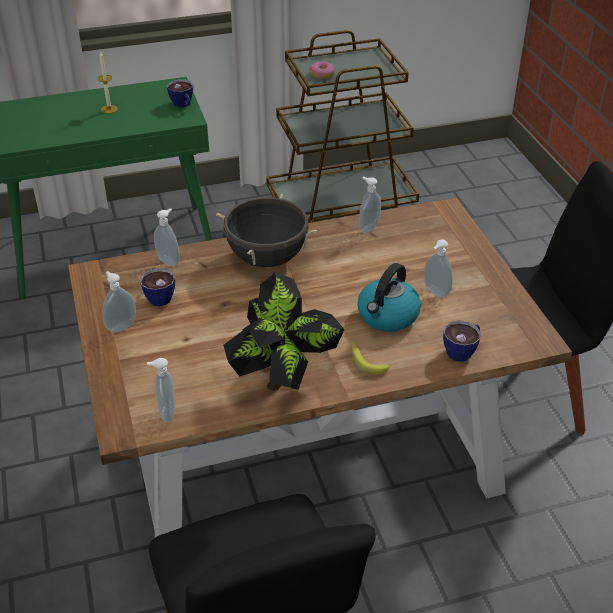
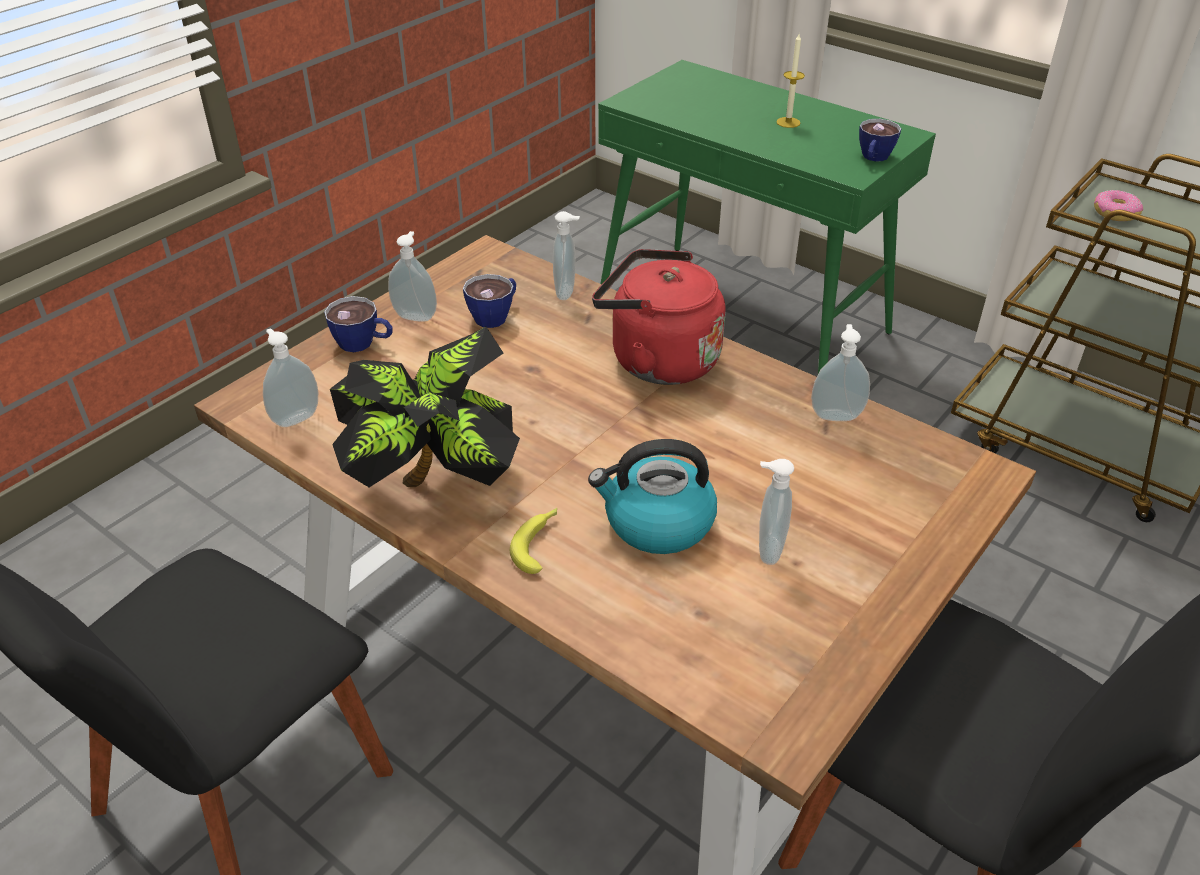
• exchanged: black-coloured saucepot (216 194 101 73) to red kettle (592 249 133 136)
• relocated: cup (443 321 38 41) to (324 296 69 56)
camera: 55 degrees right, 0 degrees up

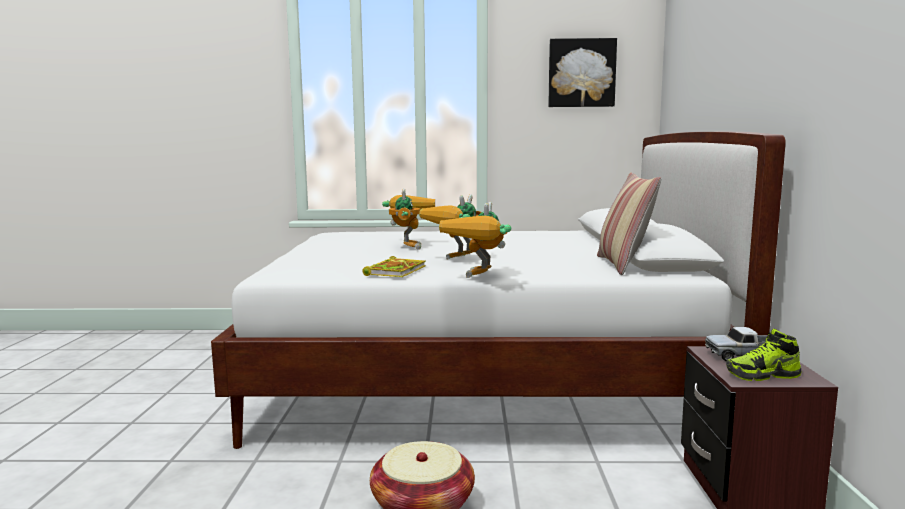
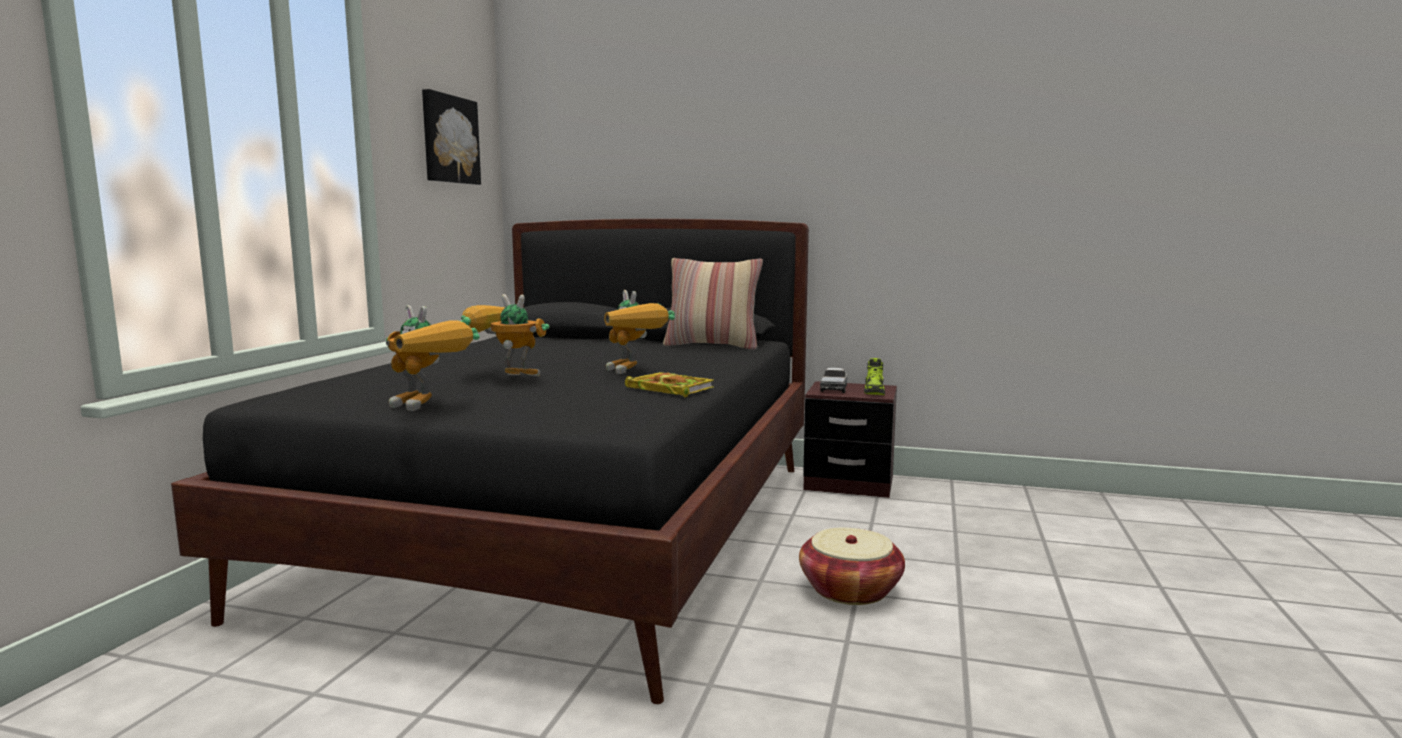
• colour: white bedroom bed (211 132 575 317) to black-coloured bedroom bed (171 219 638 485)
• relocated: toy robot (439 202 72 76) to (386 305 94 106)
camera: 75 degrees left, 0 degrees up

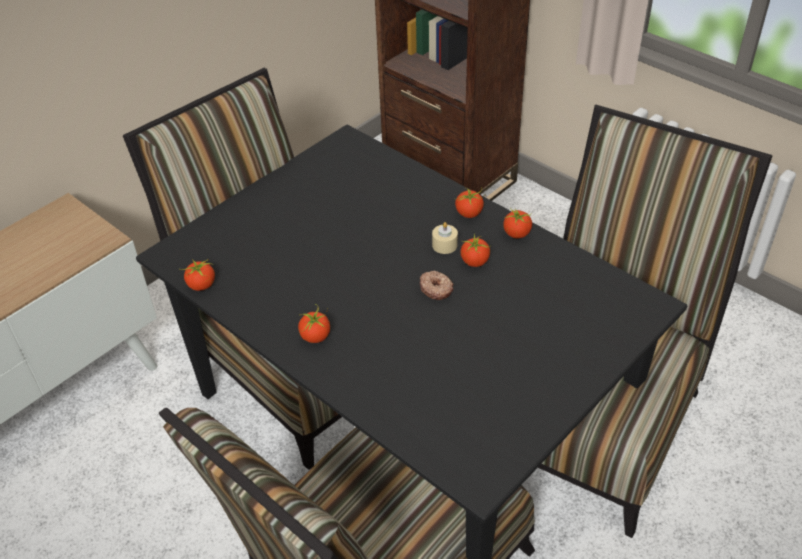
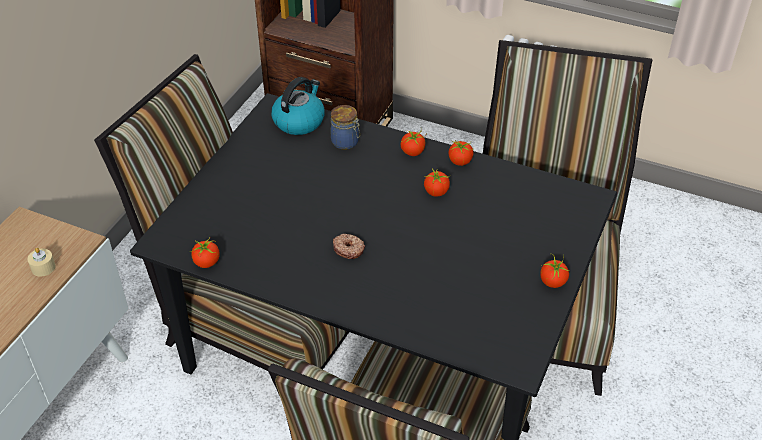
• relocated: whole tomato (298 304 32 39) to (540 255 29 33)
• relocated: ring doughnut (420 271 34 29) to (333 234 32 25)
• relocated: sand-coloured wax light (432 222 26 32) to (27 248 29 29)
• appeared: kettle (271 77 54 58)
• appeared: storage jar (331 105 29 45)
camera: 20 degrees left, 0 degrees up

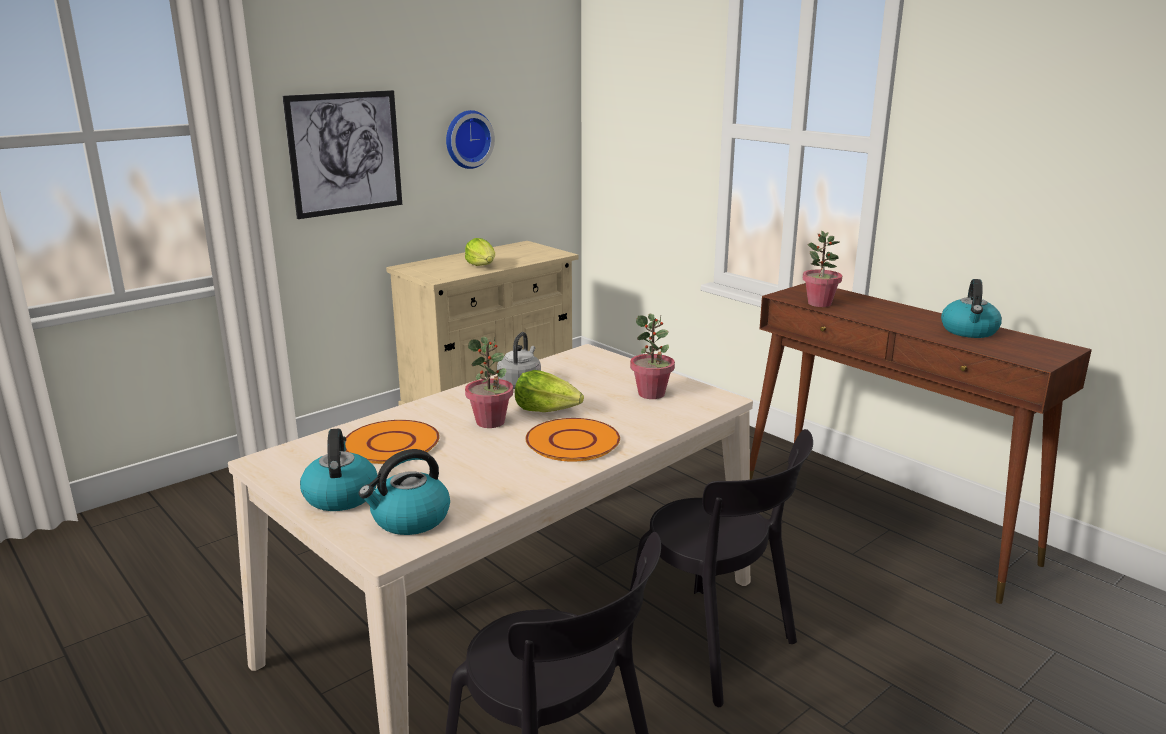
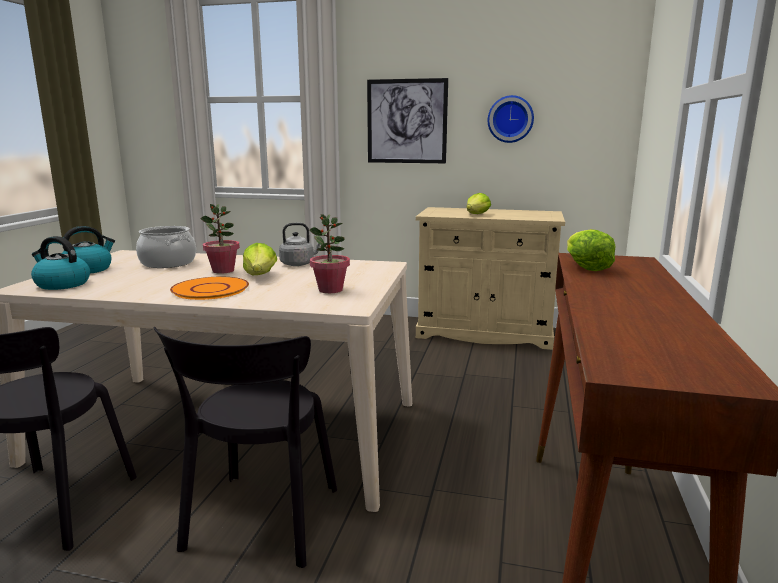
• exchanged: orangey plate (345 420 95 44) to saucepot (136 226 60 42)
• exchanged: houseplant (803 231 39 76) to head of lettuce (567 229 48 42)
• missing: kettle (941 279 61 59)
camera: 55 degrees right, 5 degrees down

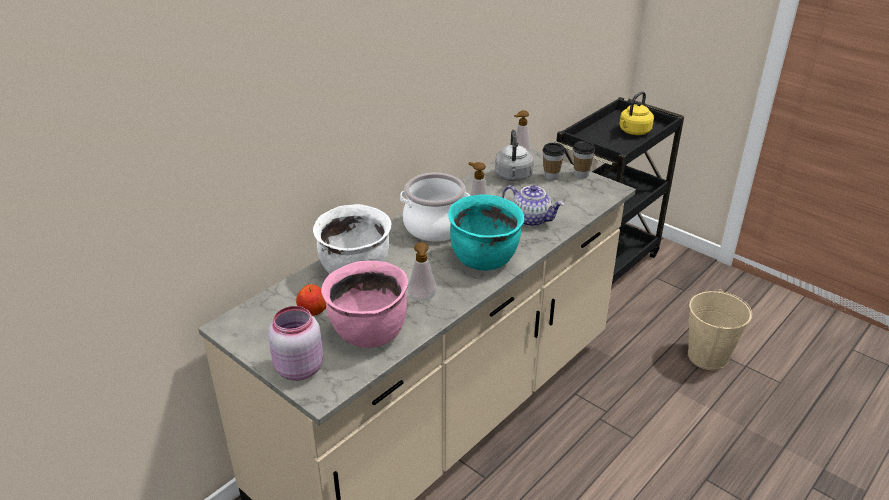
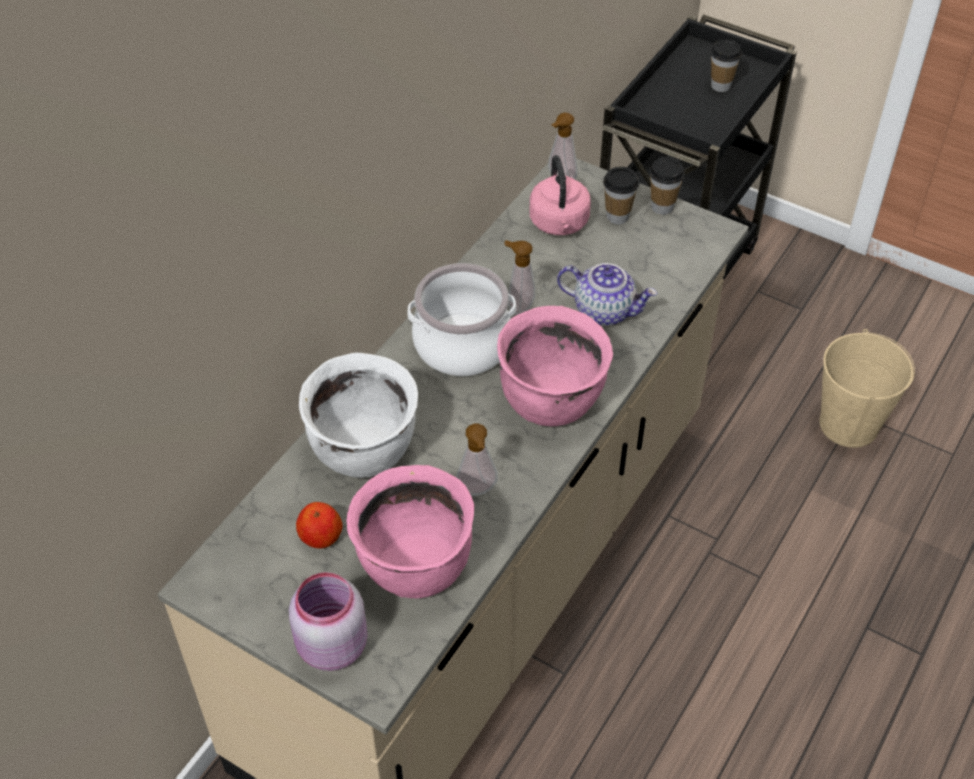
• colour: blue-green saucepot (448 195 76 76) to pink-coloured saucepot (497 306 116 120)
• colour: grey kettle (495 130 39 51) to pink-coloured kettle (530 155 61 80)
• exchanged: yellow kettle (619 91 35 44) to cup (710 40 32 52)
camera: 10 degrees left, 15 degrees up

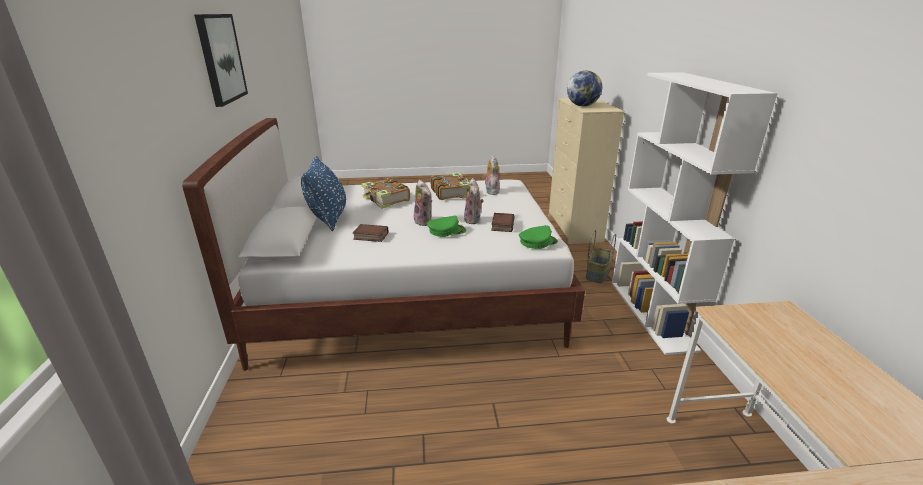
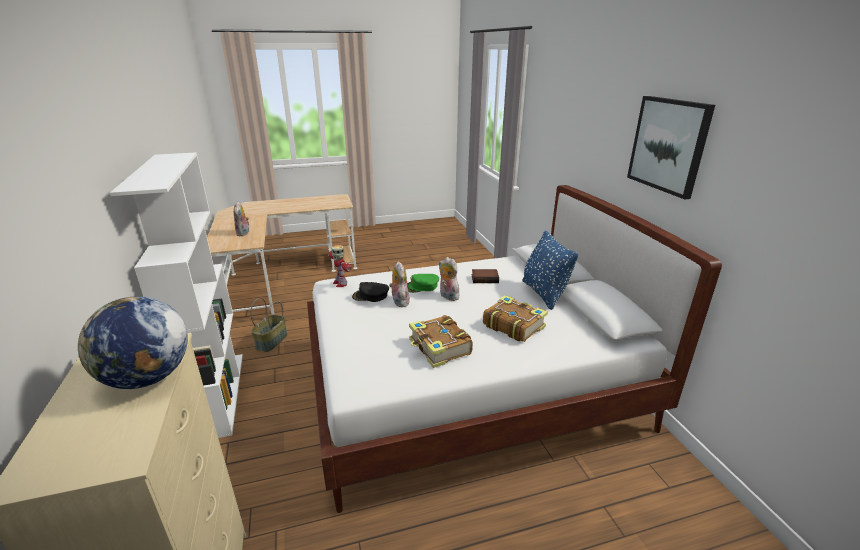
• relocated: soft toy (484 156 16 39) to (234 201 15 35)
• exchanged: book (491 213 23 19) to black-coloured baseball cap (352 282 37 20)
• exchanged: green-coloured baseball cap (519 225 39 24) to toy robot (329 245 23 42)
• relocated: storage basket (586 230 30 53) to (250 298 37 54)
camera: 170 degrees right, 0 degrees up

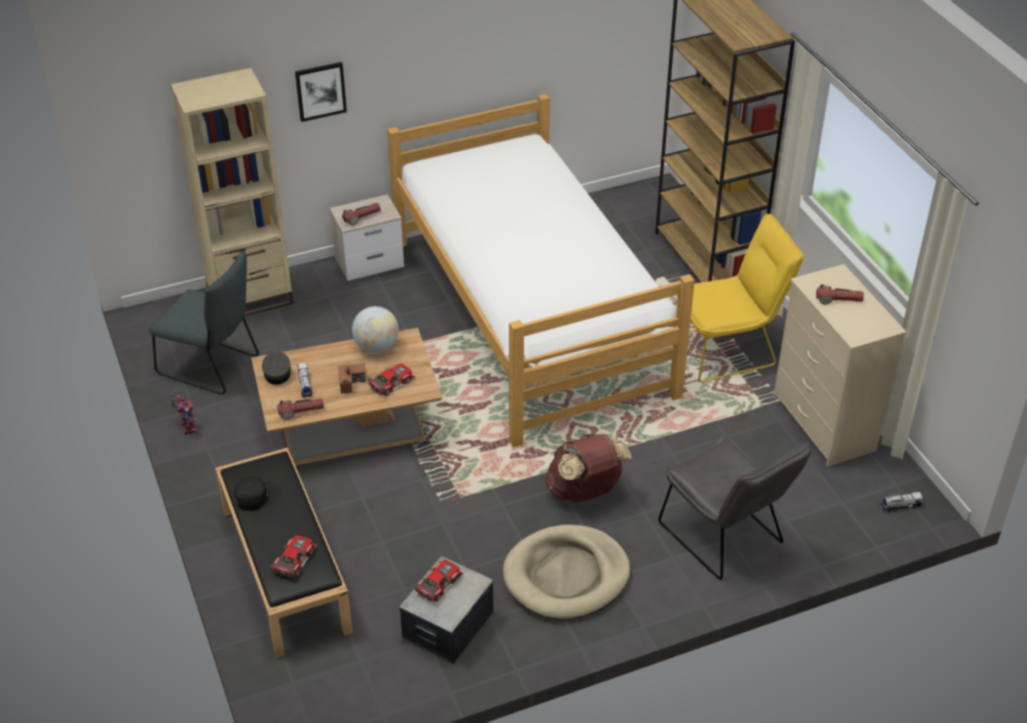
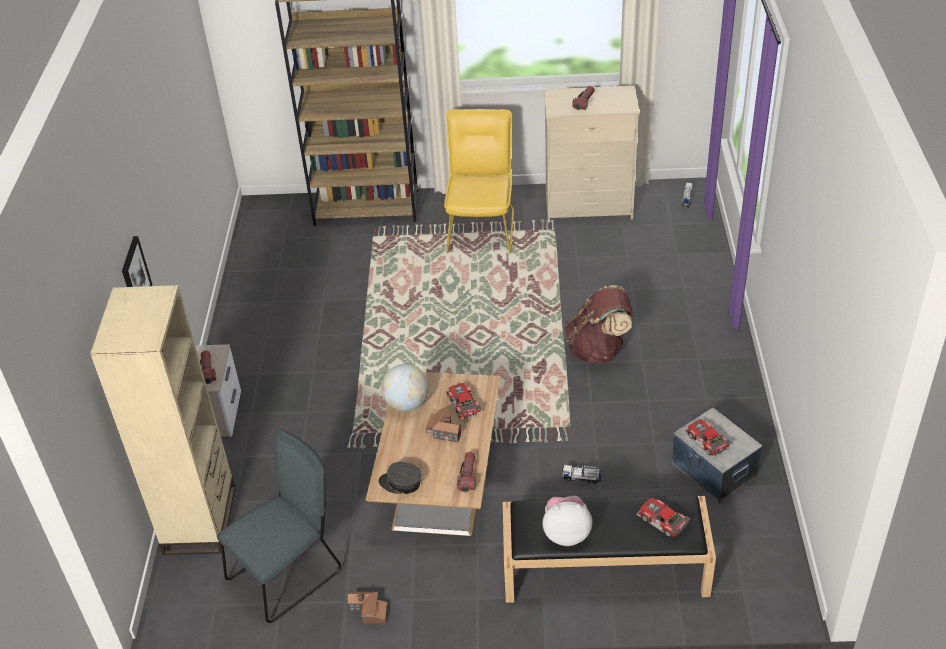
• exchanged: toy robot (171 390 26 45) to miniature house (348 592 40 32)
• exchanged: black-coloured baseball cap (234 477 46 34) to soft toy (542 496 50 50)
• relocated: model truck (297 363 15 35) to (562 465 40 19)
• missing: bedroom bed (387 94 308 353)
• missing: sand-coloured dog bed (503 525 127 95)
• missing: grey upright chair (658 437 153 143)
camera: 65 degrees left, 0 degrees up

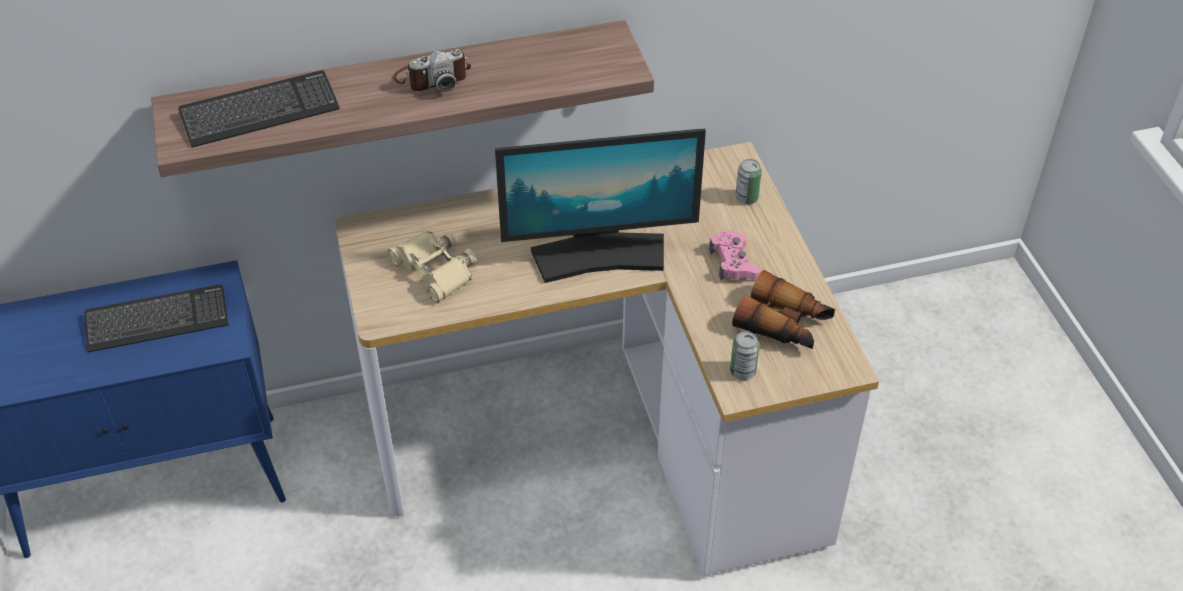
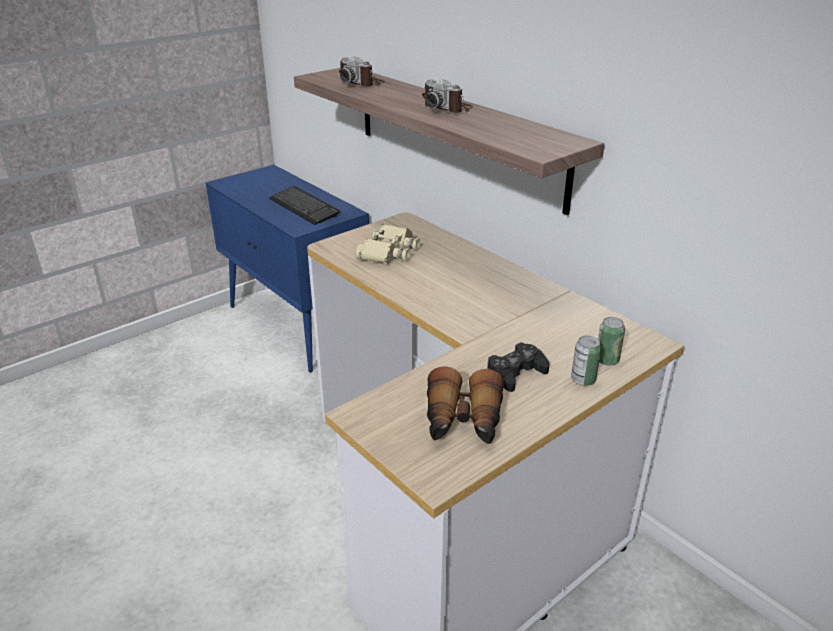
• exchanged: keyboard (178 70 162 78) to still camera (339 56 46 30)
• missing: computer screen (495 129 211 154)
• colour: pink-coloured joypad (709 231 51 49) to black-coloured joypad (487 342 63 50)
• relocated: metal can (730 331 30 49) to (571 335 31 51)
camera: 65 degrees right, 15 degrees down

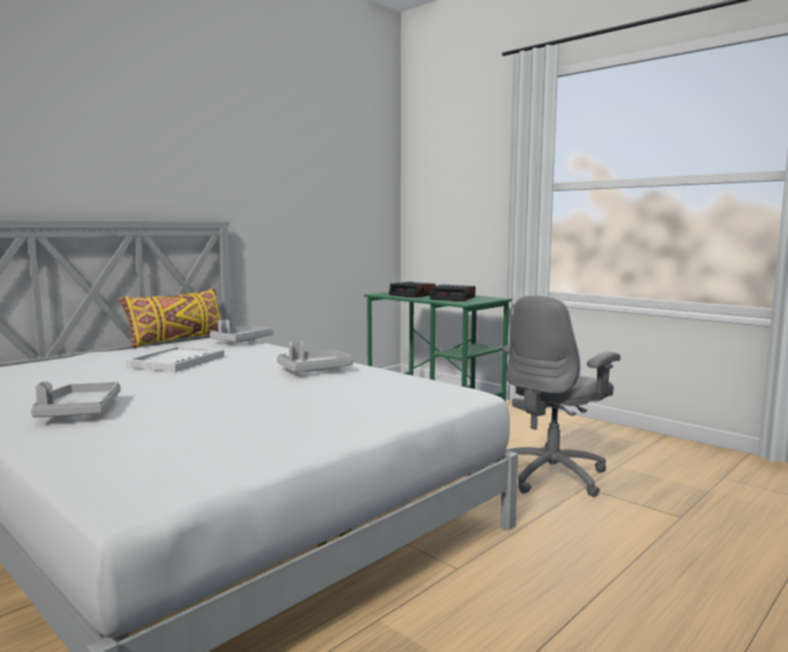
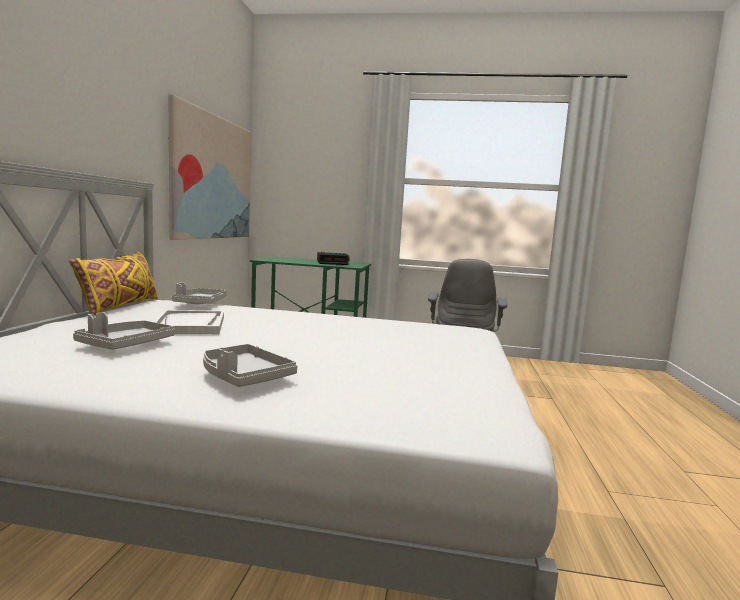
• relocated: grey carrying tray (277 341 76 31) to (73 312 102 38)
• missing: alarm clock (389 282 47 16)
• appeared: wall art (168 94 83 146)
camera: 35 degrees left, 0 degrees up

